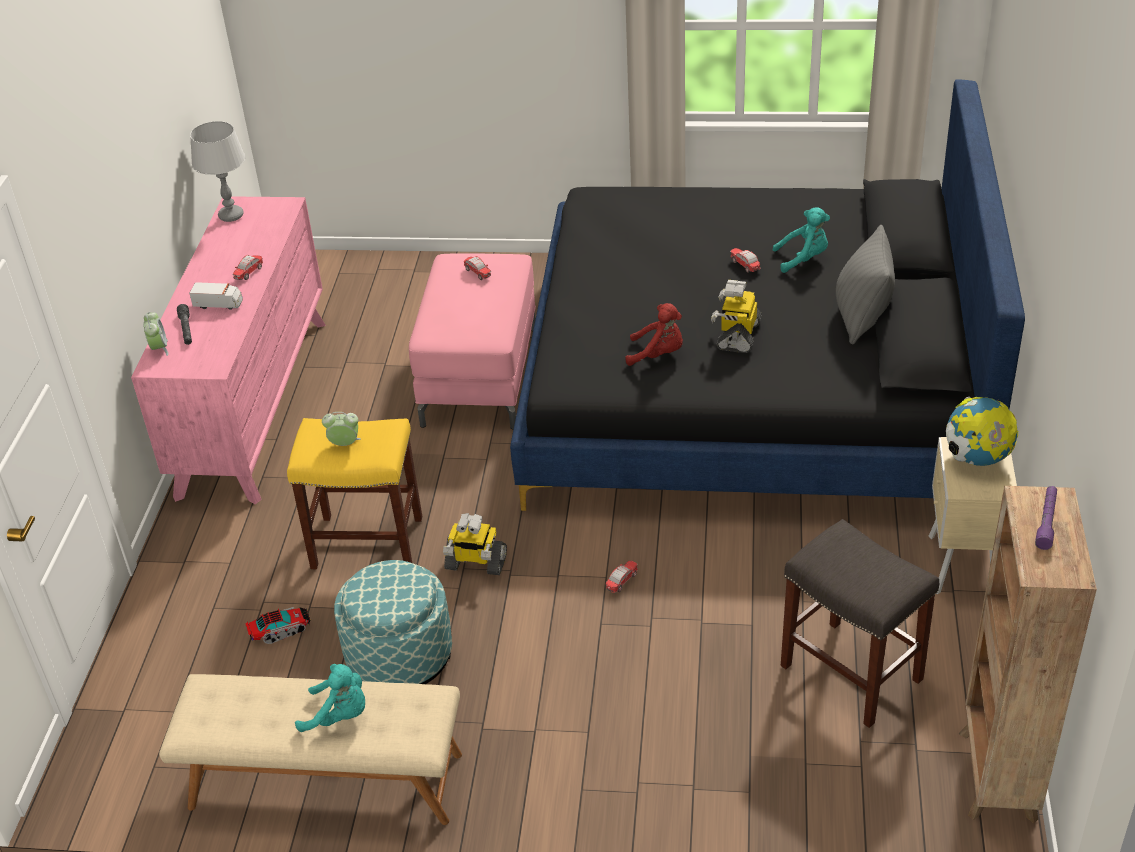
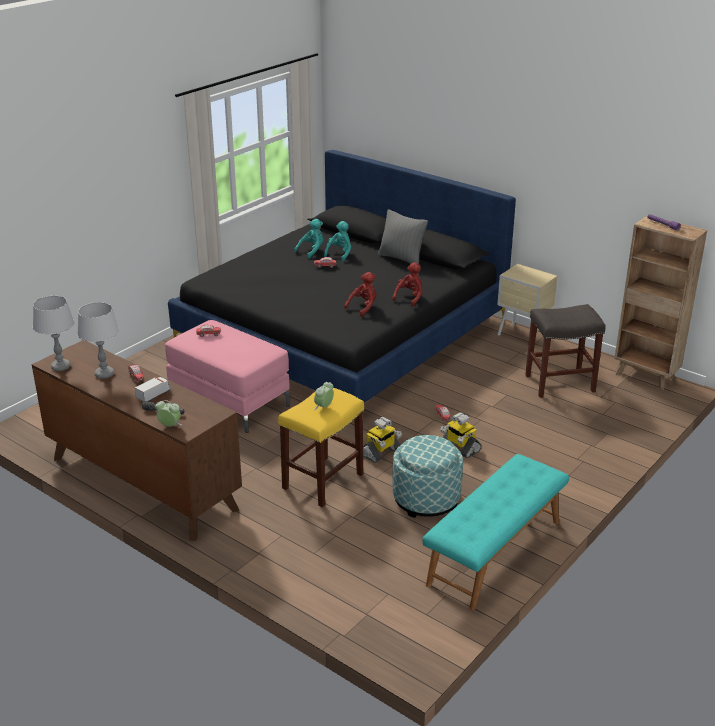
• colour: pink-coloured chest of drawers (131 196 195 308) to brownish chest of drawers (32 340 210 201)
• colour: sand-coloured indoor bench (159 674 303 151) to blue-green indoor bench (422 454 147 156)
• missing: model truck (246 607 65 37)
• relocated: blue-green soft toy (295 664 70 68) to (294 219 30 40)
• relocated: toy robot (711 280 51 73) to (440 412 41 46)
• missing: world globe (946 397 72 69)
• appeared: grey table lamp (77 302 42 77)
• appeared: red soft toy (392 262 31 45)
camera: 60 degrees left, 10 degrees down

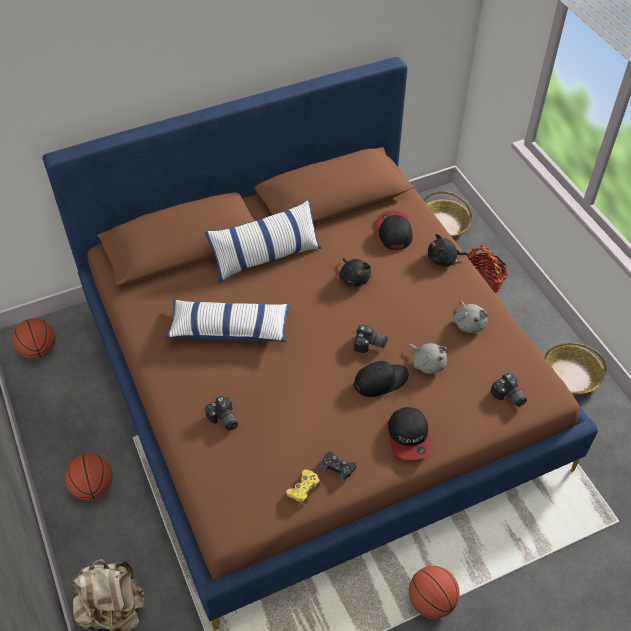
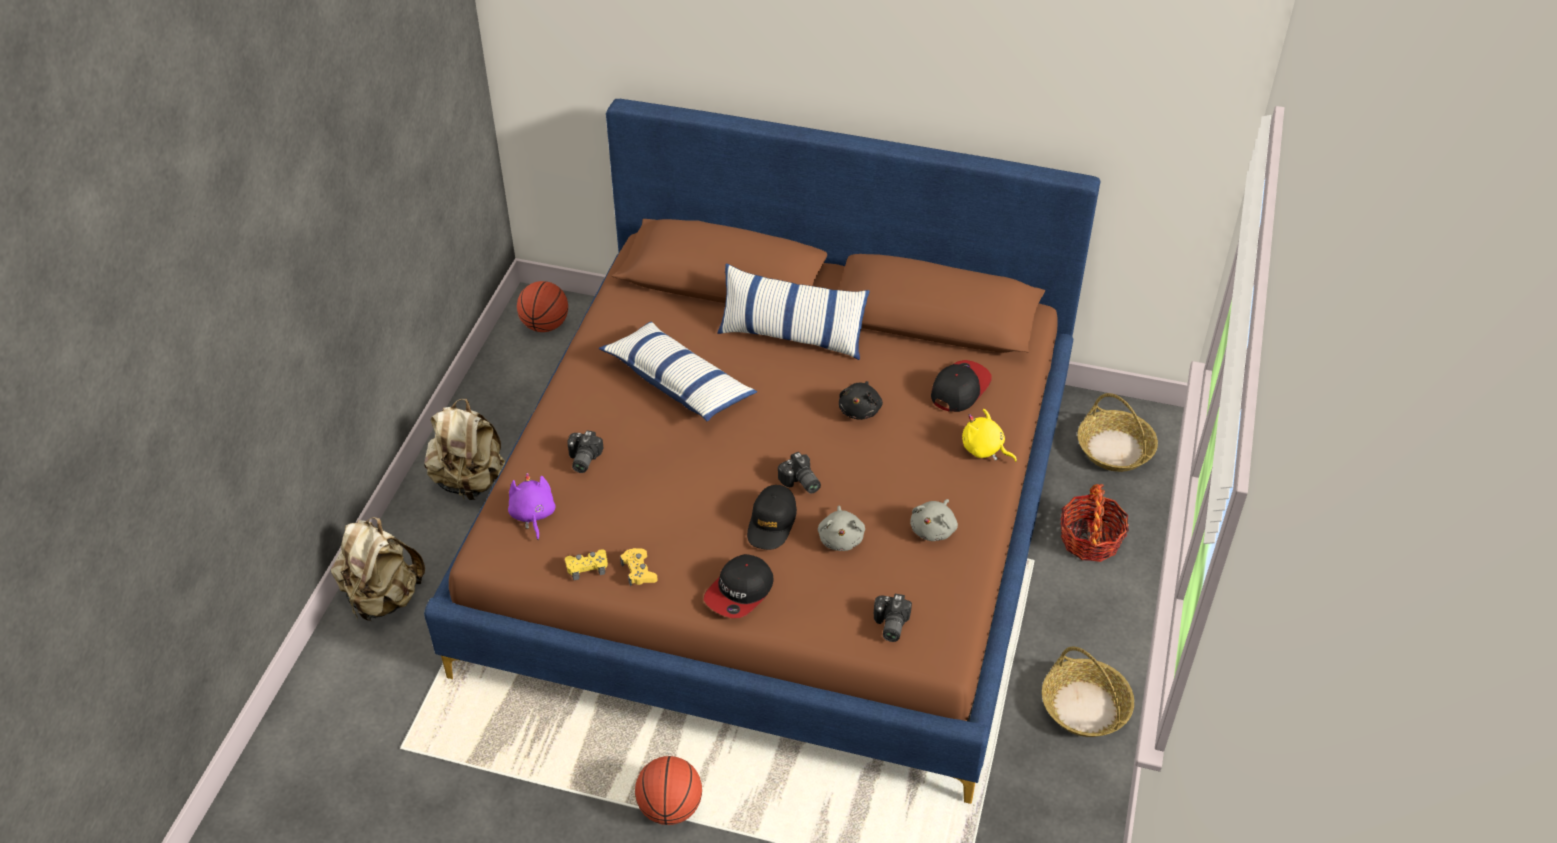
• exchanged: basketball (65 453 48 47) to sand-coloured backpack (424 399 81 101)
• colour: black-coloured joypad (322 451 34 30) to yellow joypad (620 548 38 38)
• spun: black-coloured baseball cap (354 361 55 36) = (747 485 50 65) 90 degrees clockwise
• colour: black-coloured soft toy (428 234 41 32) to yellow soft toy (962 409 55 53)
• appeared: purplish soft toy (508 473 48 67)
camera: 40 degrees right, 5 degrees down

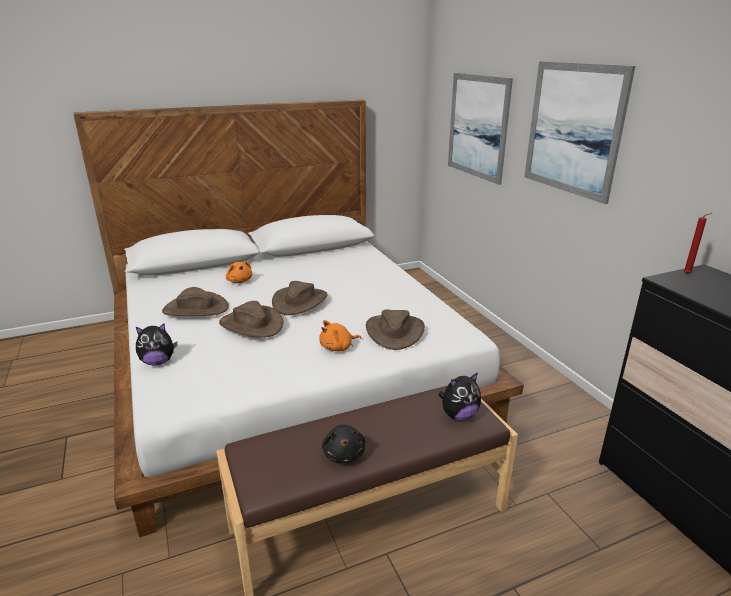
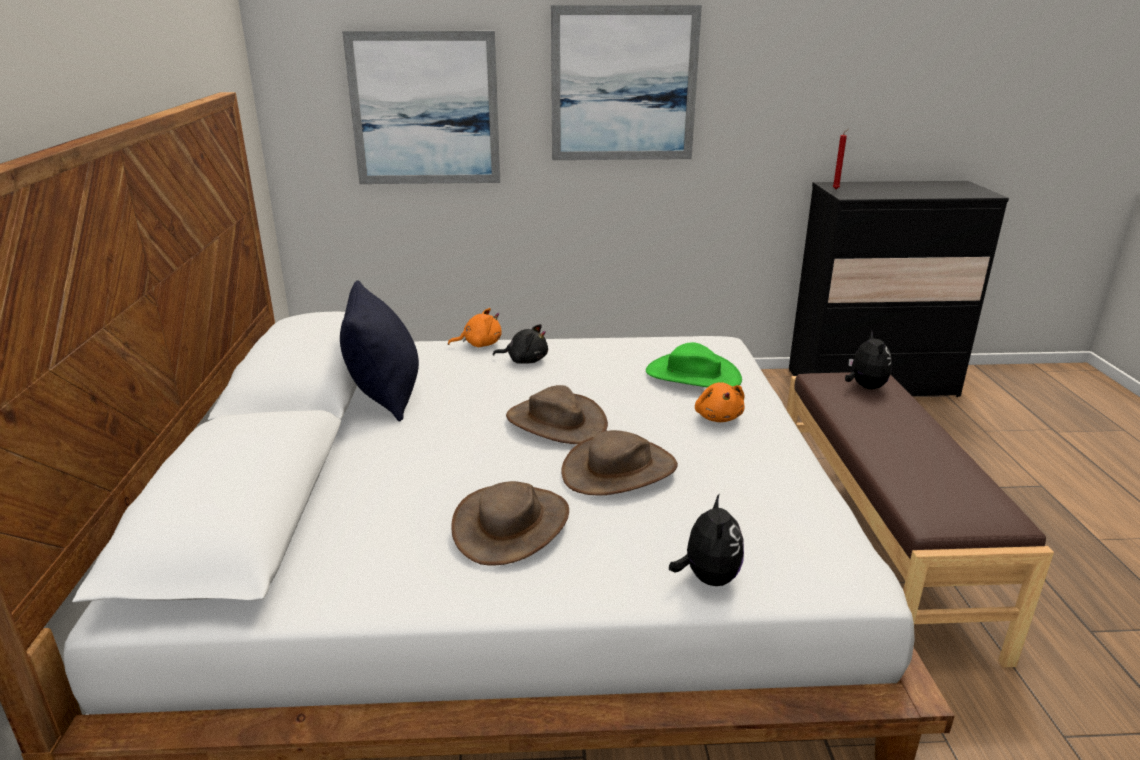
• relocated: orangey soft toy (226 262 26 21) to (448 308 54 39)
• relocated: black-coloured soft toy (322 425 44 38) to (493 324 55 40)
• colour: brownish clothing hat (366 310 59 40) to green-coloured clothing hat (646 342 96 46)
• appeared: black-coloured cushion (340 280 79 142)
camera: 70 degrees left, 0 degrees up

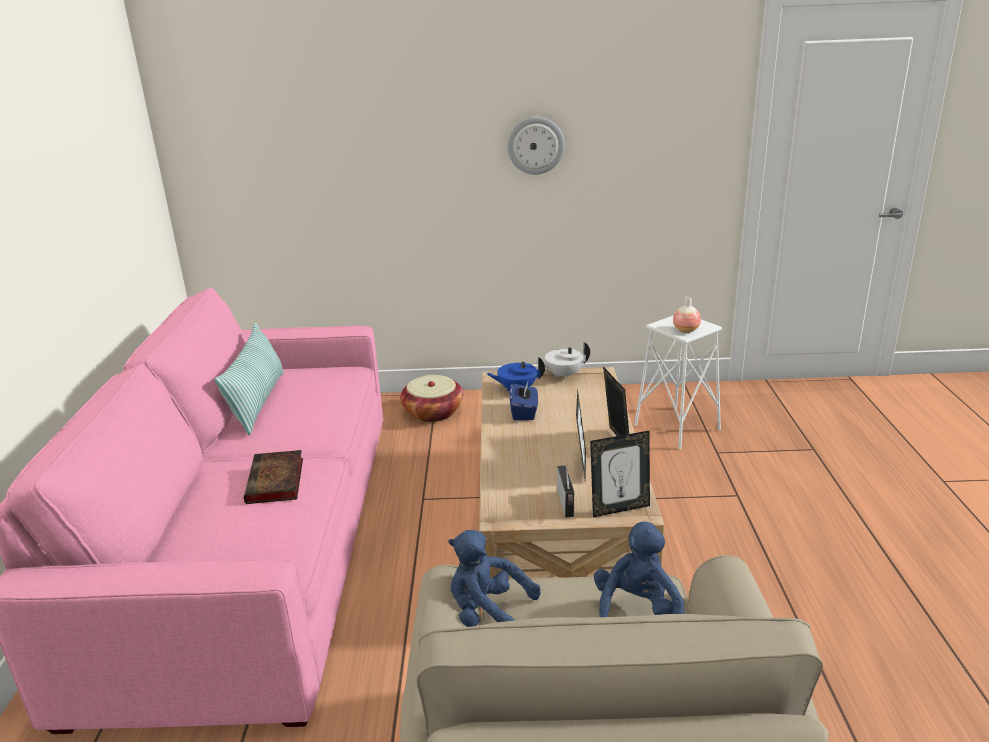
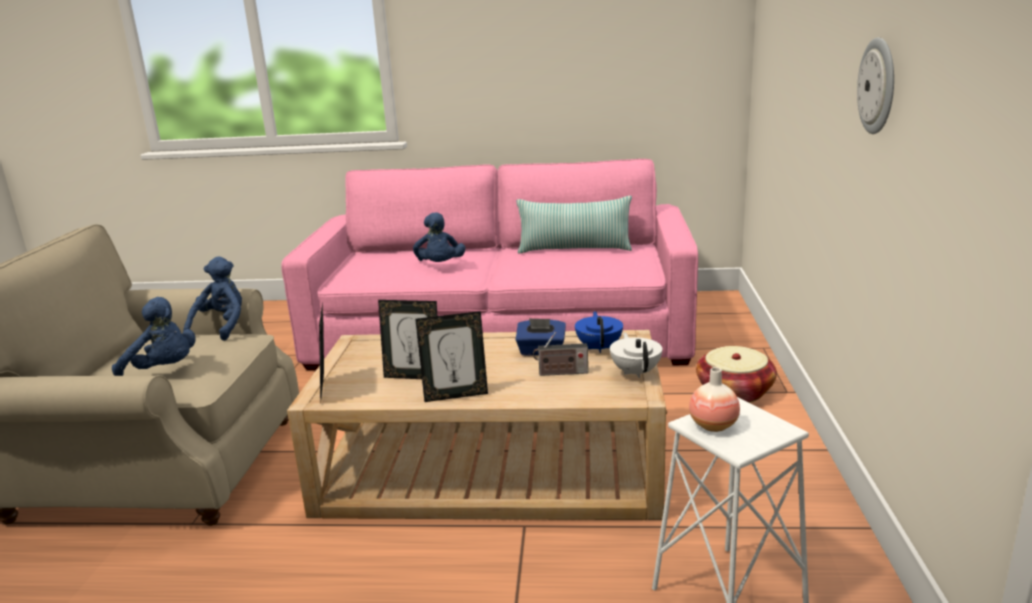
• exchanged: book (244 450 59 54) to blue-coloured soft toy (413 212 52 50)
• relocated: radio receiver (557 465 17 52) to (533 332 55 44)
camera: 95 degrees right, 5 degrees down

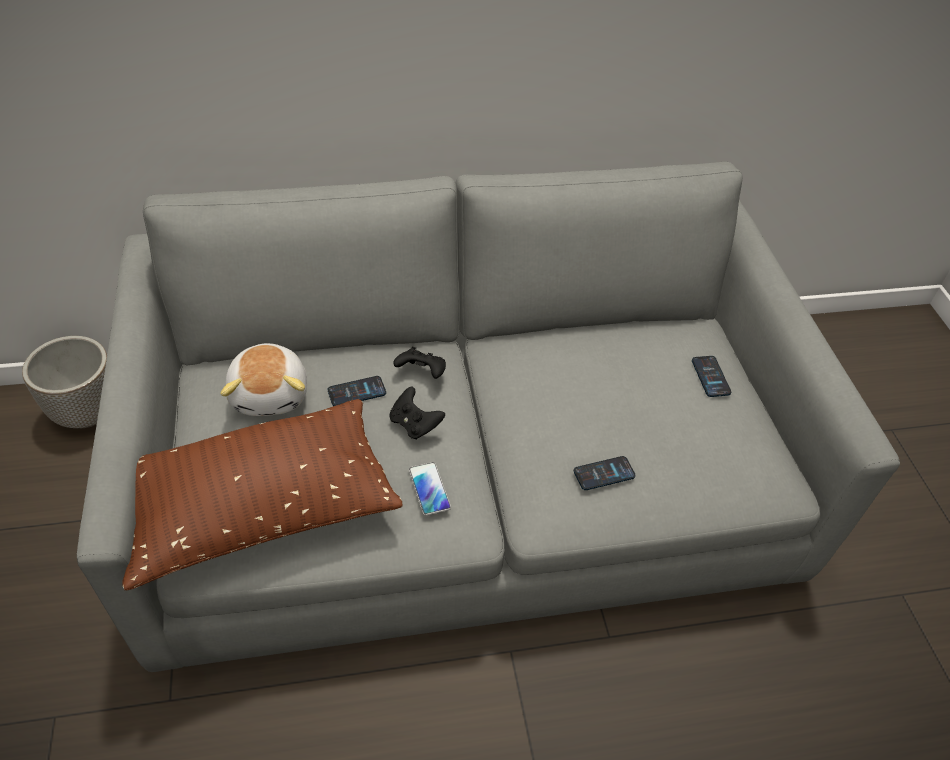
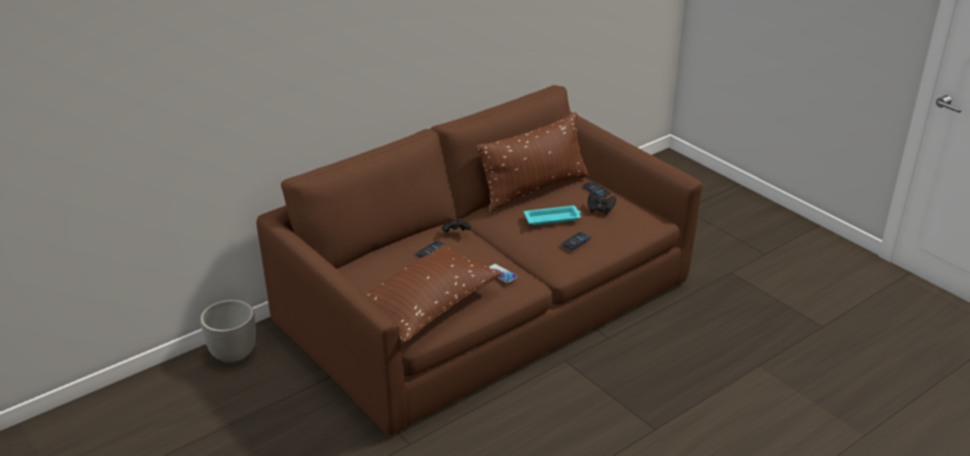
• colour: grey settee (77 162 823 510) to brownish settee (256 85 447 350)
• missing: soft toy (221 343 86 73)
• relocated: black-coloured joypad (389 387 56 53) to (588 193 28 22)
• appeared: brownish cushion (477 112 112 101)
• appeared: blue-green carrying tray (524 206 57 19)
camera: 25 degrees left, 15 degrees down

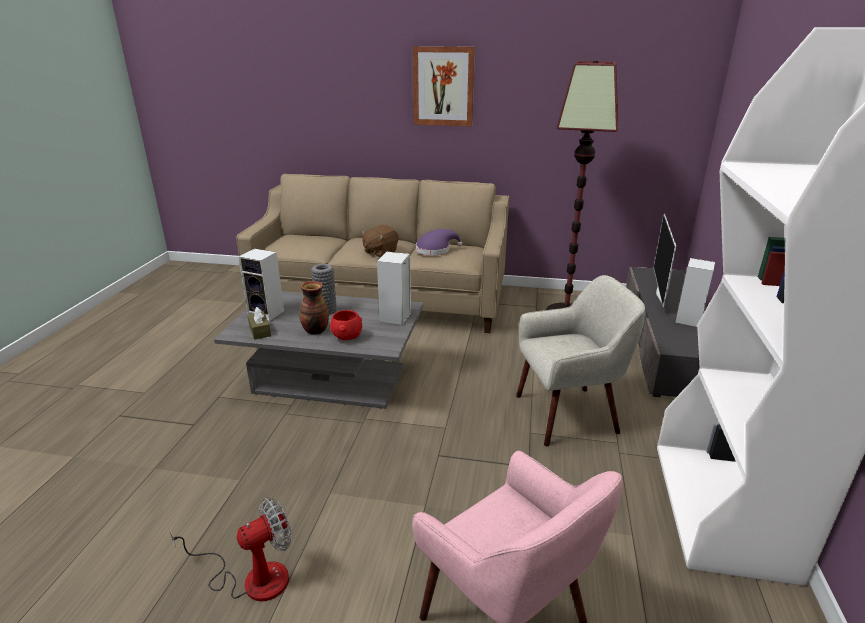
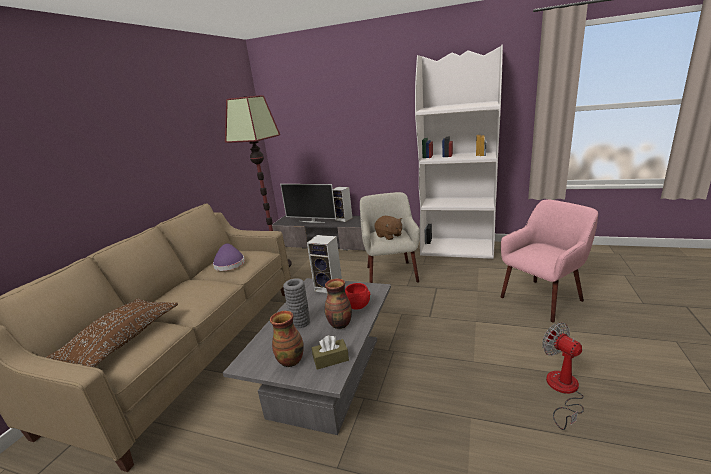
• exchanged: loudspeaker (238 248 46 73) to vase (270 311 34 56)
• relocated: brownish soft toy (362 225 36 32) to (374 216 28 24)
• missing: wall art (413 46 62 80)
• appeared: brownish cushion (46 298 132 69)
camera: 80 degrees left, 5 degrees down

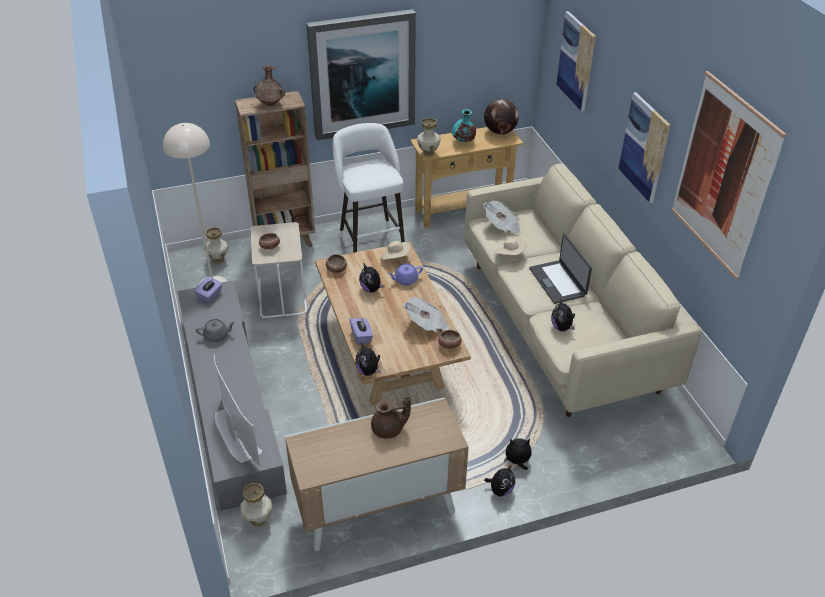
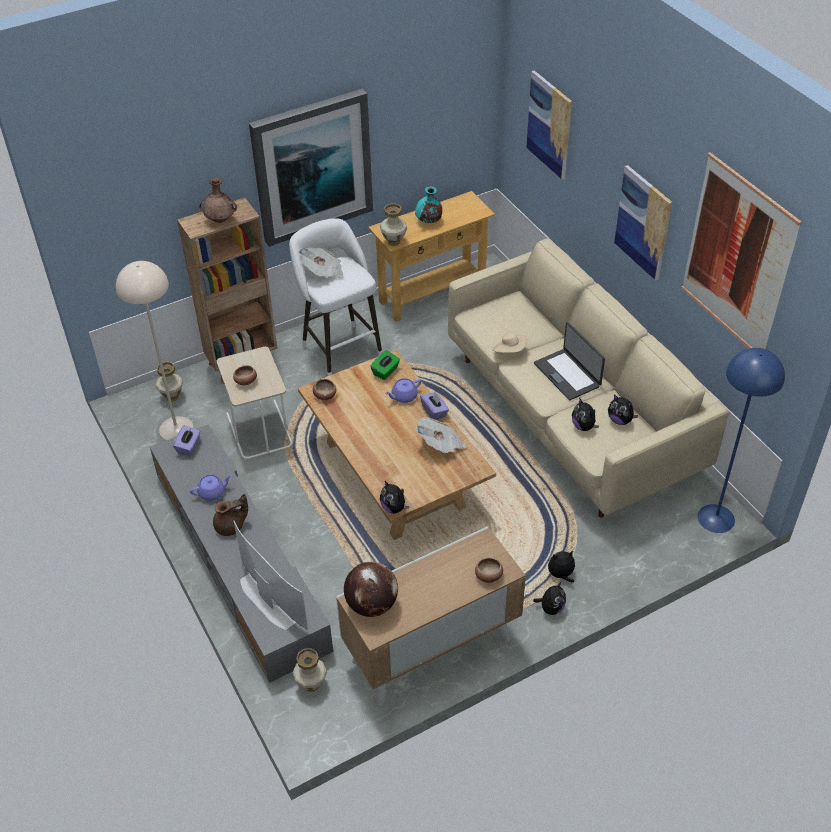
• colour: grey teapot (196 319 40 23) to purplish teapot (190 475 42 26)
• relocated: purplish tissue box (350 317 23 28) to (420 392 29 28)
• relocated: soft toy (359 263 25 29) to (608 394 30 31)
• relocated: brownish teapot (371 396 40 43) to (213 494 35 42)
• exchanged: sand-coloured clothing hat (380 241 31 19) to green-coloured tissue box (370 350 30 30)
• relocated: serving bowl (438 330 24 19) to (475 556 28 27)
• relocated: newspaper (483 200 38 34) to (298 248 46 30)
• relocated: world globe (484 99 35 35) to (344 562 54 55)
• appeared: blue-coloured standing lamp (697 348 88 185)
camera: 10 degrees left, 5 degrees up

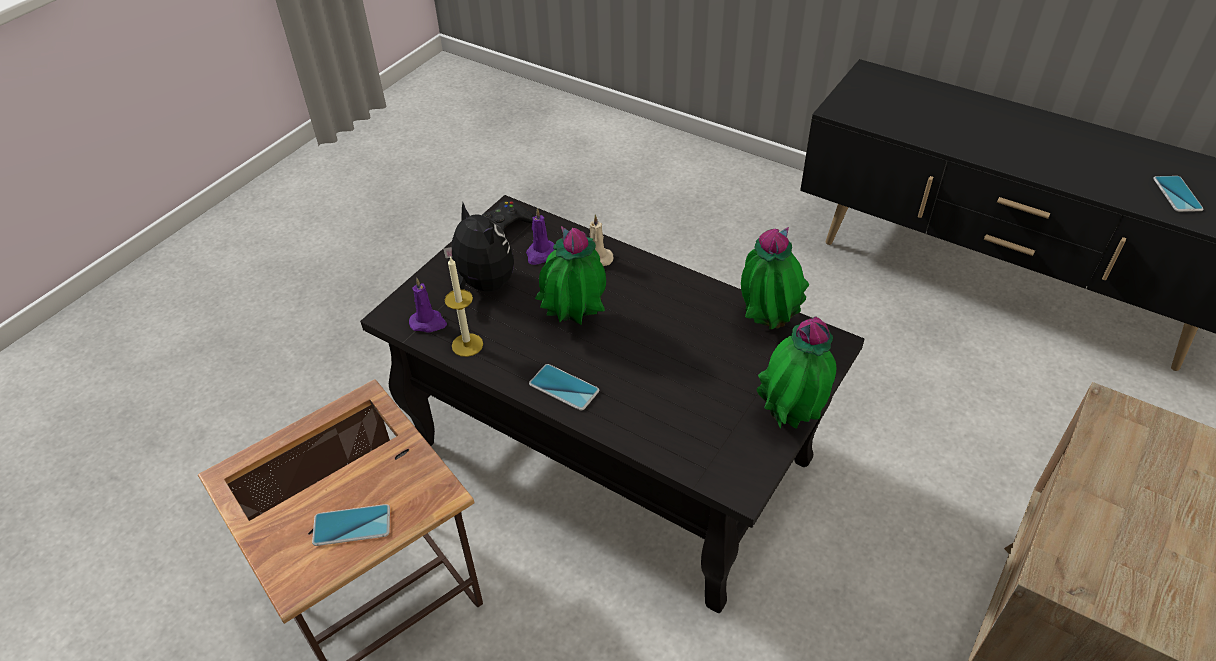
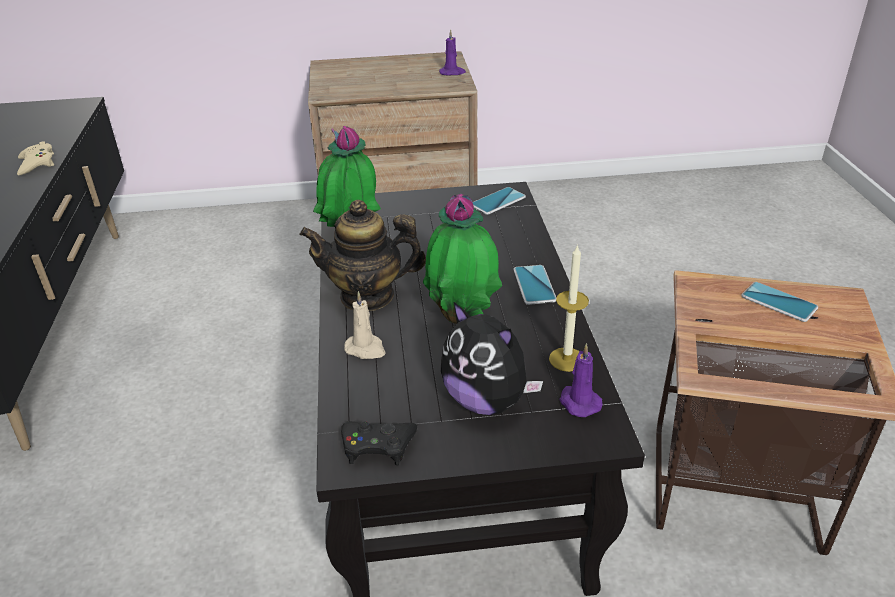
• spun: soft toy (443 203 71 88) = (441 302 102 113) 60 degrees counterclockwise
• relocated: purplish wax light (526 208 28 57) to (439 29 27 47)
• missing: houseplant (757 316 80 113)
• relocated: telephone (1153 176 50 36) to (473 187 53 28)
• appeared: sand-coloured joypad (17 141 37 34)
• appeared: teapot (300 200 126 111)
camera: 130 degrees left, 10 degrees down

